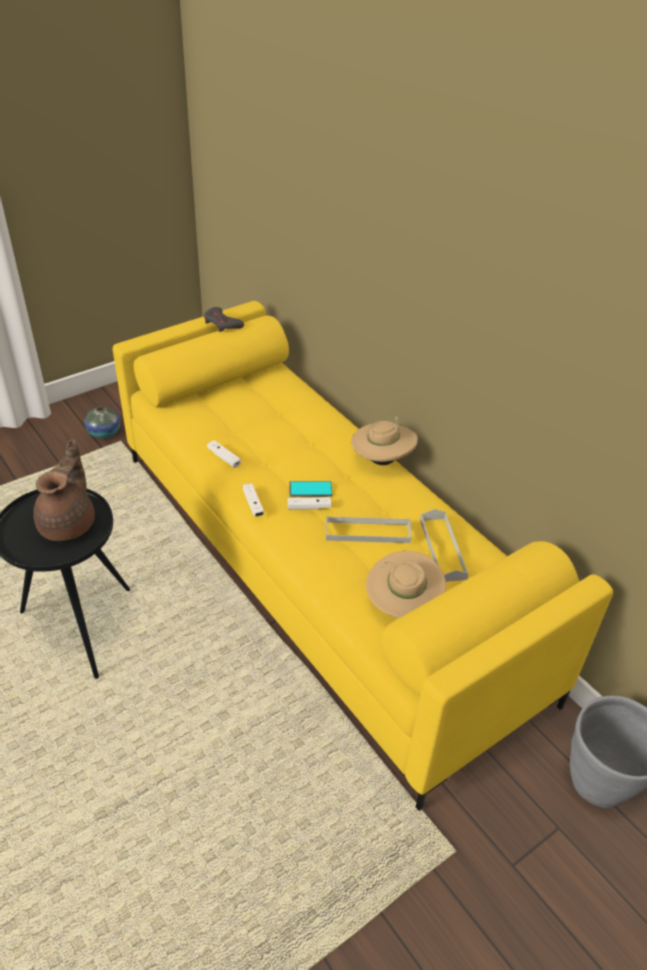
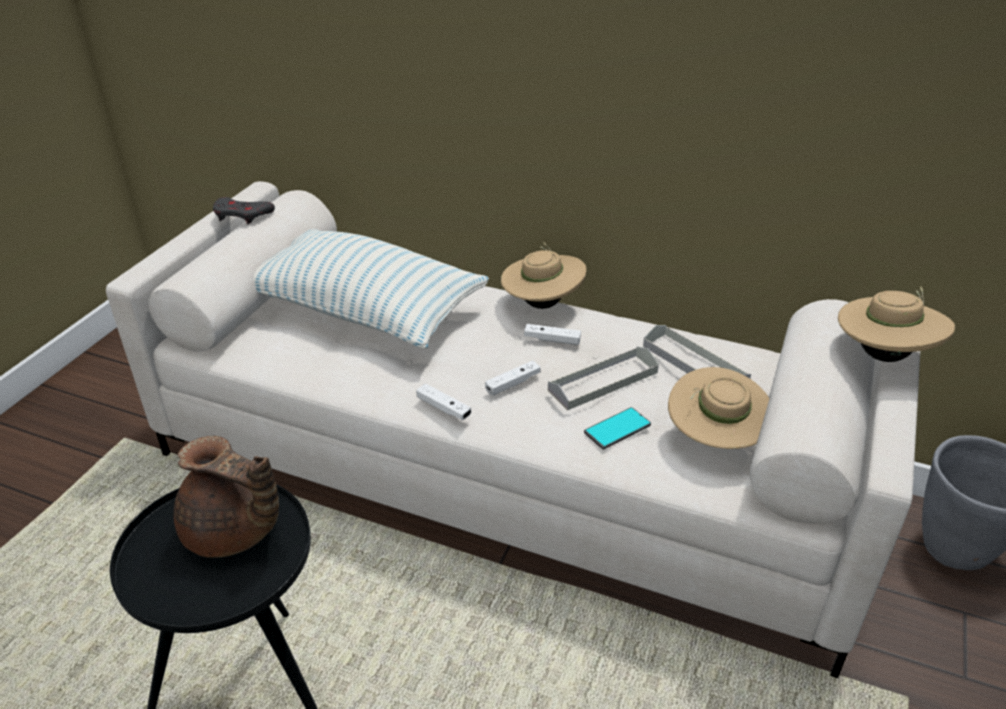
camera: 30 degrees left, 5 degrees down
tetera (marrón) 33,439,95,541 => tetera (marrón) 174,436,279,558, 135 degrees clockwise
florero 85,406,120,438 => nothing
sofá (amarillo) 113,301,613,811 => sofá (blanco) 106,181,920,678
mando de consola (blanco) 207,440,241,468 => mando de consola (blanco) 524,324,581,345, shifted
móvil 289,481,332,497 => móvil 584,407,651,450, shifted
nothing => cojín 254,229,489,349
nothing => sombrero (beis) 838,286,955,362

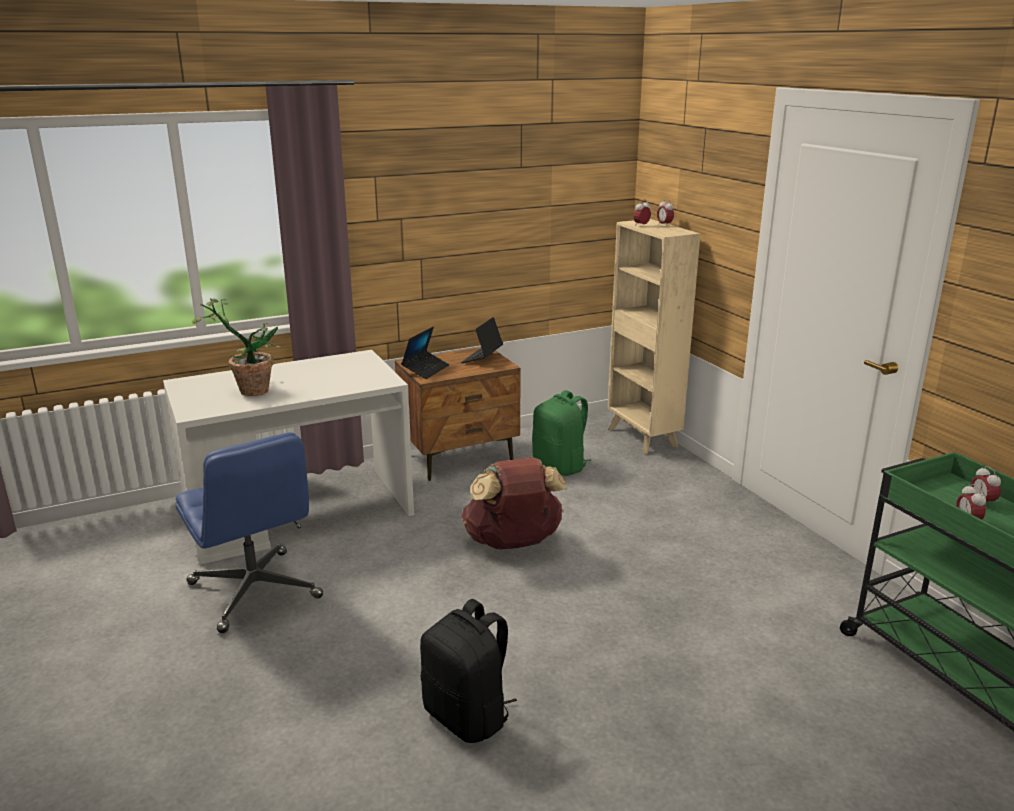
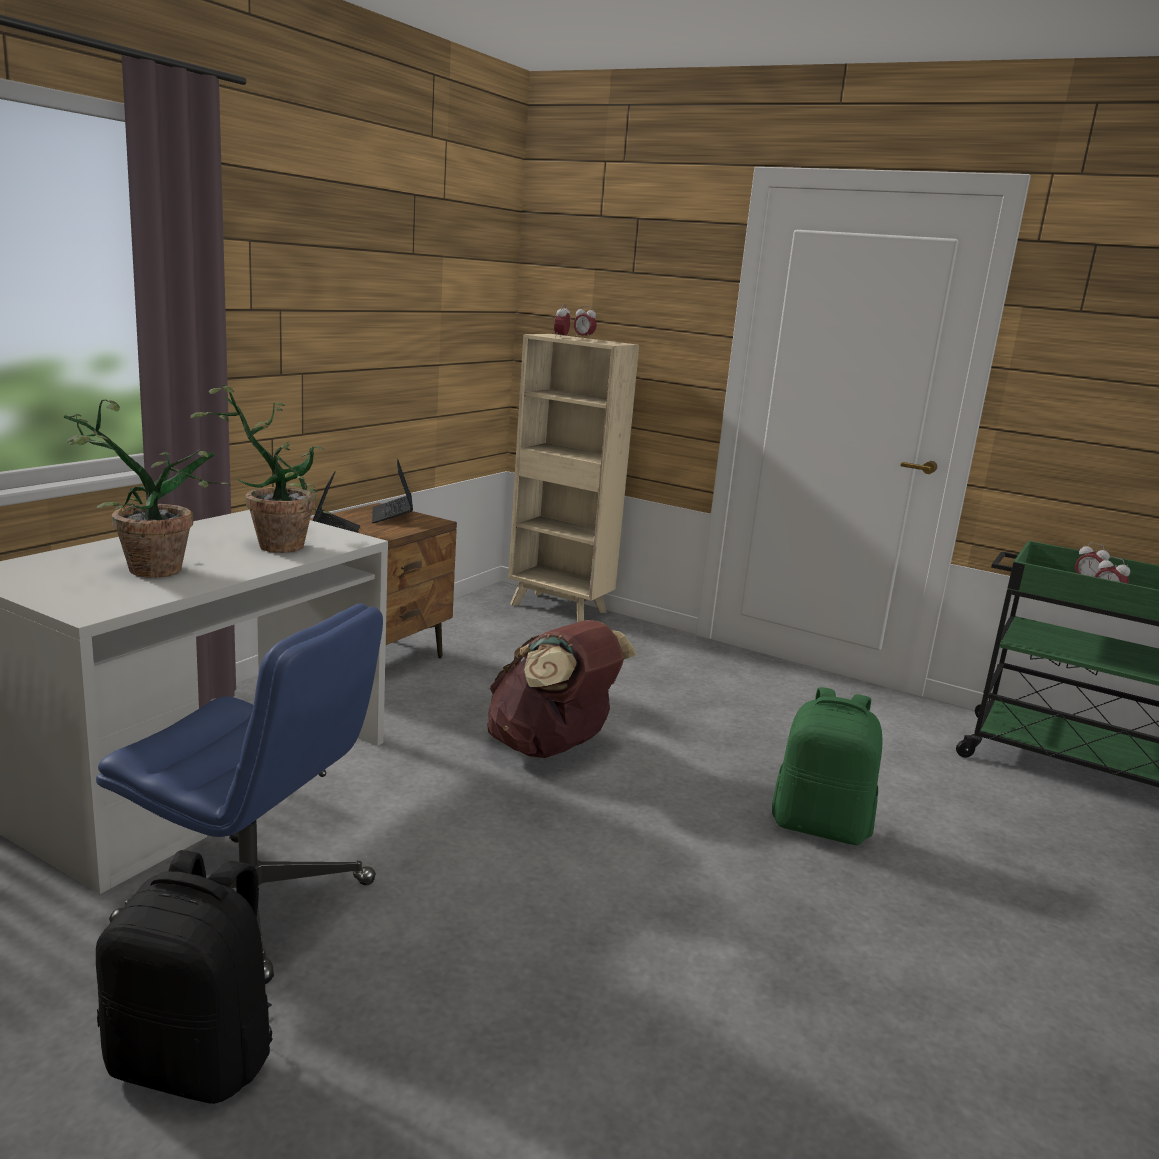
camera: 35 degrees left, 5 degrees down
mochila (negro) 420,599,517,743 => mochila (negro) 96,850,273,1104, shifted
mochila (verde) 532,390,591,476 => mochila (verde) 772,687,882,845, shifted
nothing => planta en maceta 190,385,332,553

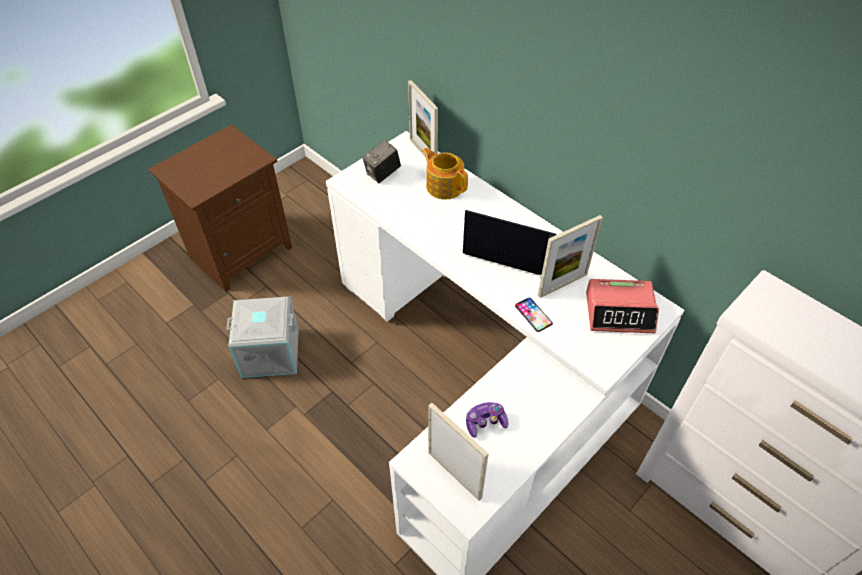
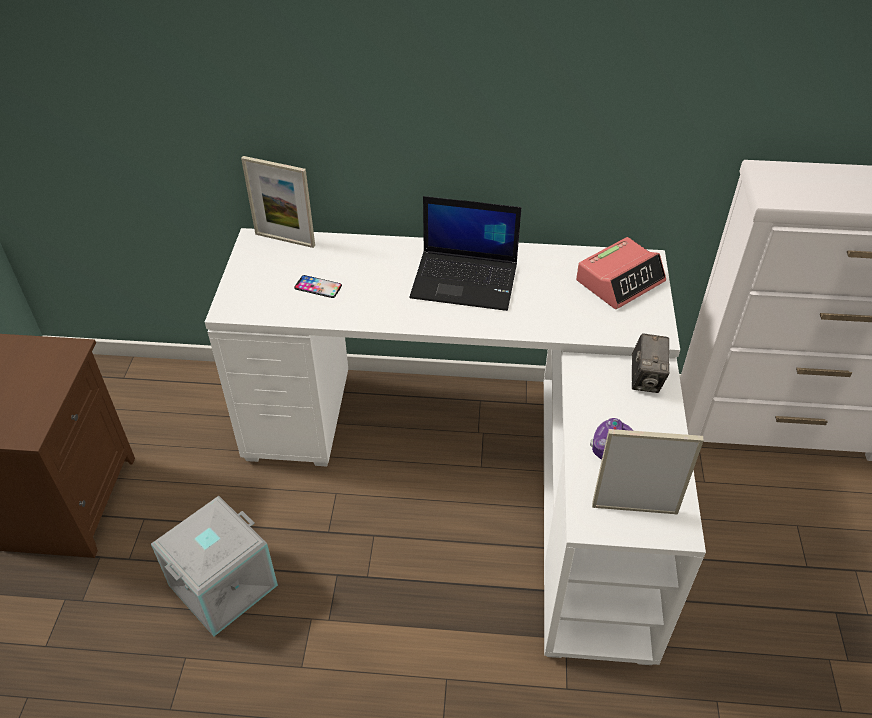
camera: 40 degrees left, 5 degrees down
cámara 363,140,401,183 => cámara 632,333,669,393, shifted
tetera 422,147,468,199 => nothing
portátil 463,210,556,275 => portátil 410,196,521,311, 150 degrees counterclockwise
móvil 515,298,553,332 => móvil 294,275,342,298, shifted
portarretratos 538,215,603,298 => nothing

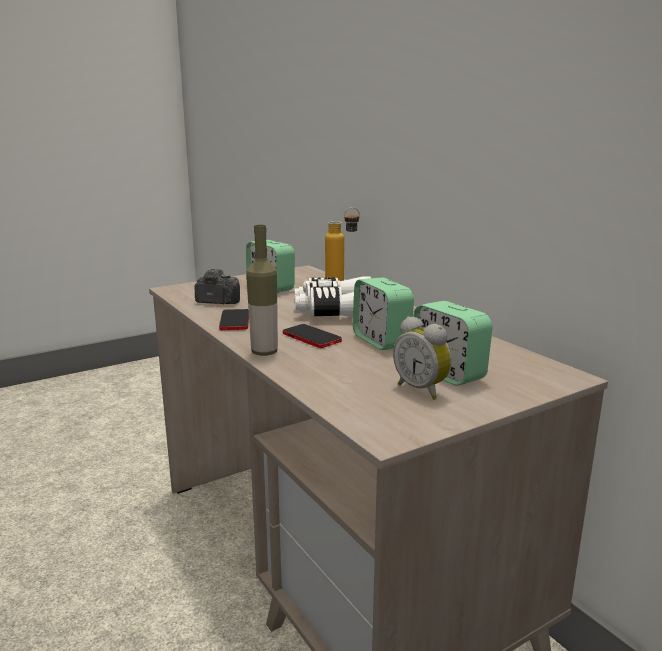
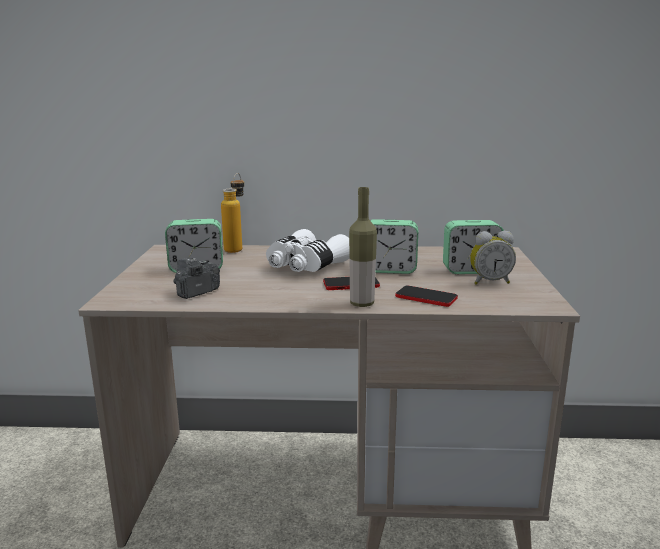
camera: 55 degrees left, 0 degrees up
móvil 219,309,249,330 => móvil 395,286,458,307, shifted

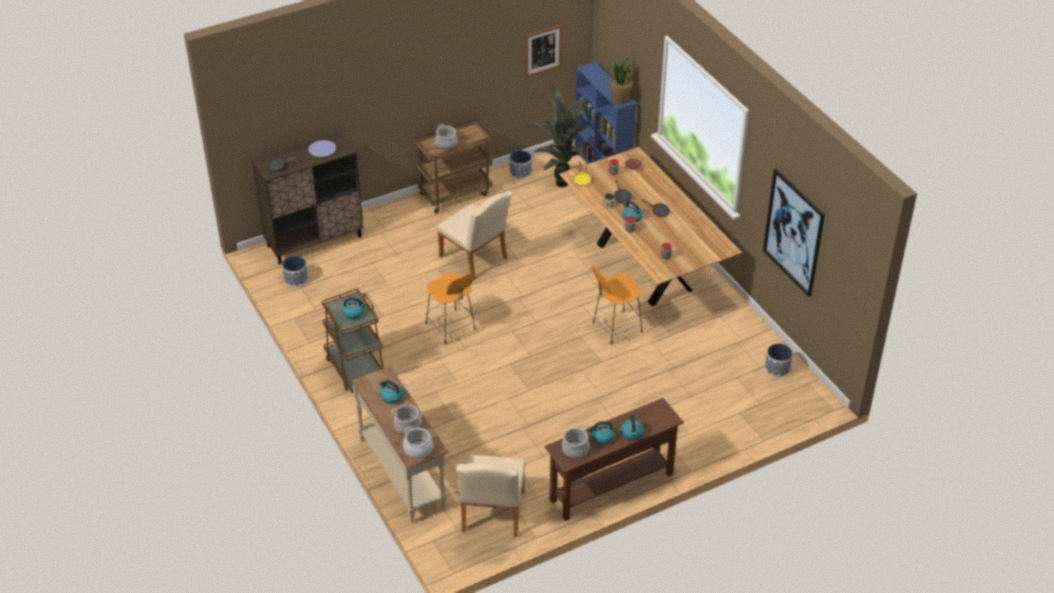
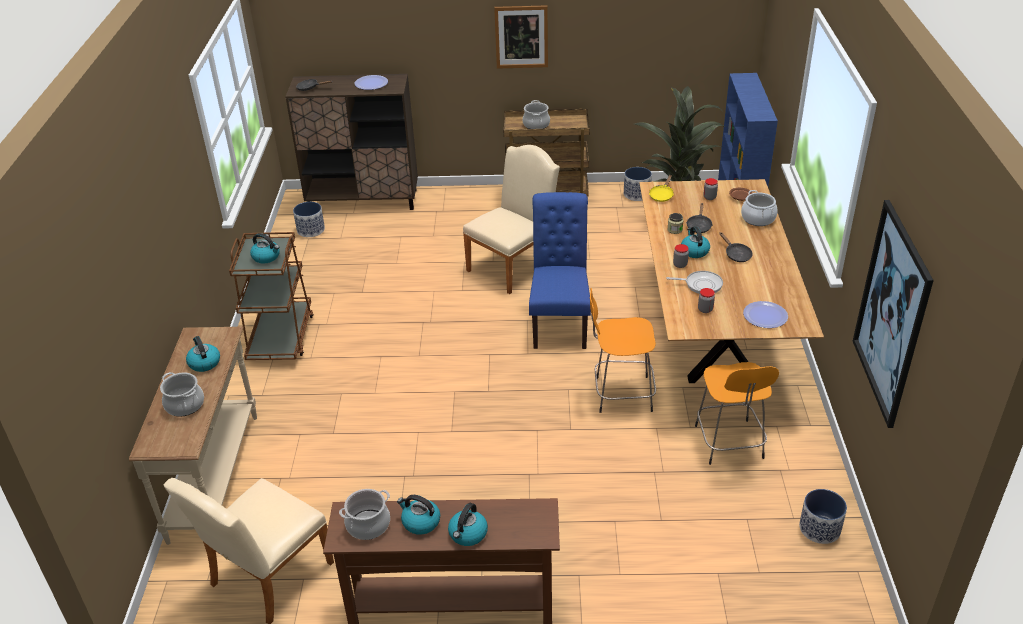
camera: 30 degrees right, 5 degrees down
olla 403,427,433,459 => olla 741,190,778,226, shifted
taburete (naranja) 426,273,476,345 => taburete (naranja) 695,362,779,465, shifted
silla (beis) 437,191,512,280 => silla (beis) 463,145,560,294, 120 degrees counterclockwise
cuadro 525,25,562,78 => cuadro 494,5,548,69, shifted
planta en maceta 609,56,635,104 => nothing
nothing => silla (azul) 529,192,591,349
nothing => sartén 666,271,723,294
nothing => plato 743,301,788,328

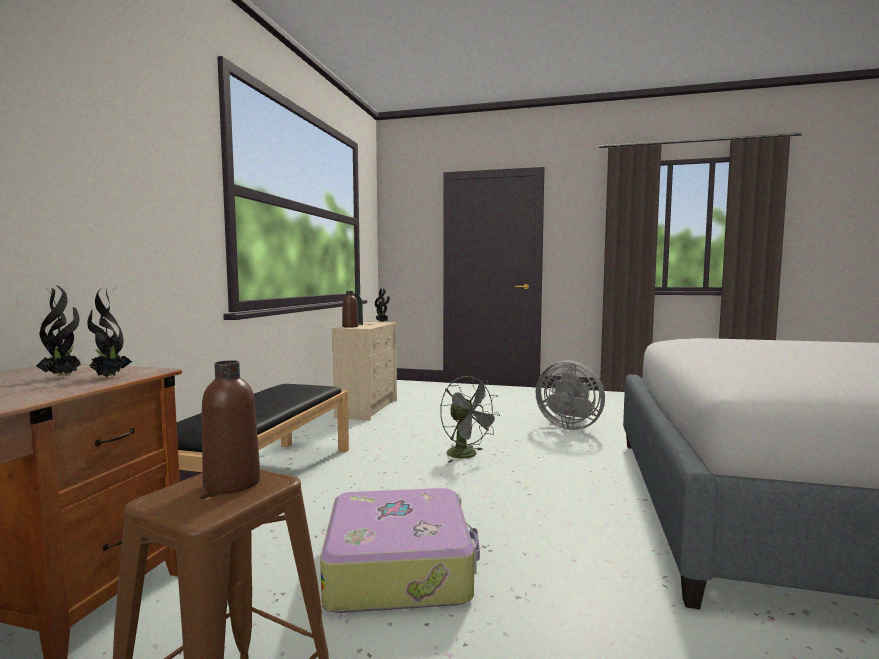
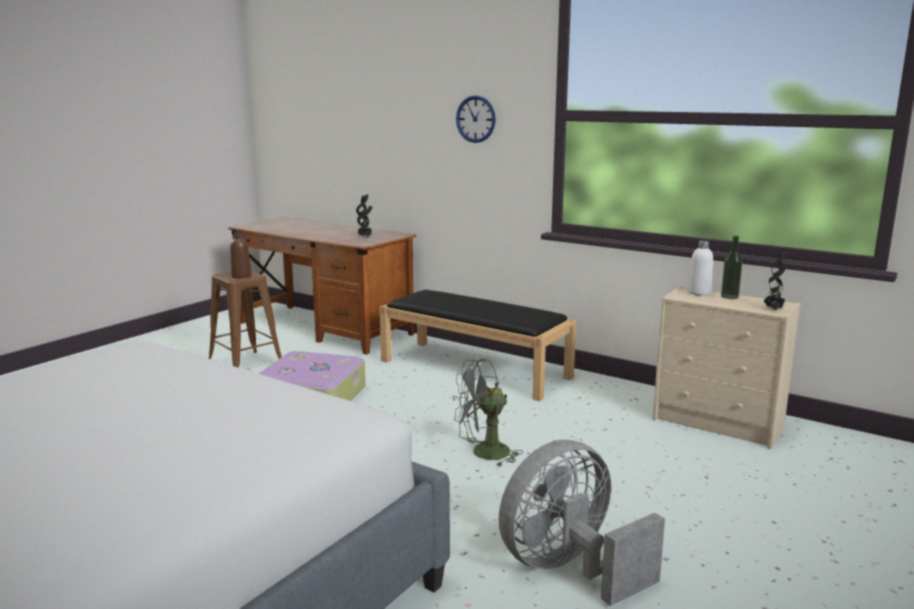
camera: 110 degrees right, 10 degrees up
planta en maceta 87,289,132,378 => nothing
botella (marrón) 342,291,358,328 => botella (blanco) 688,240,713,296
nothing => reloj de pared 456,95,496,143

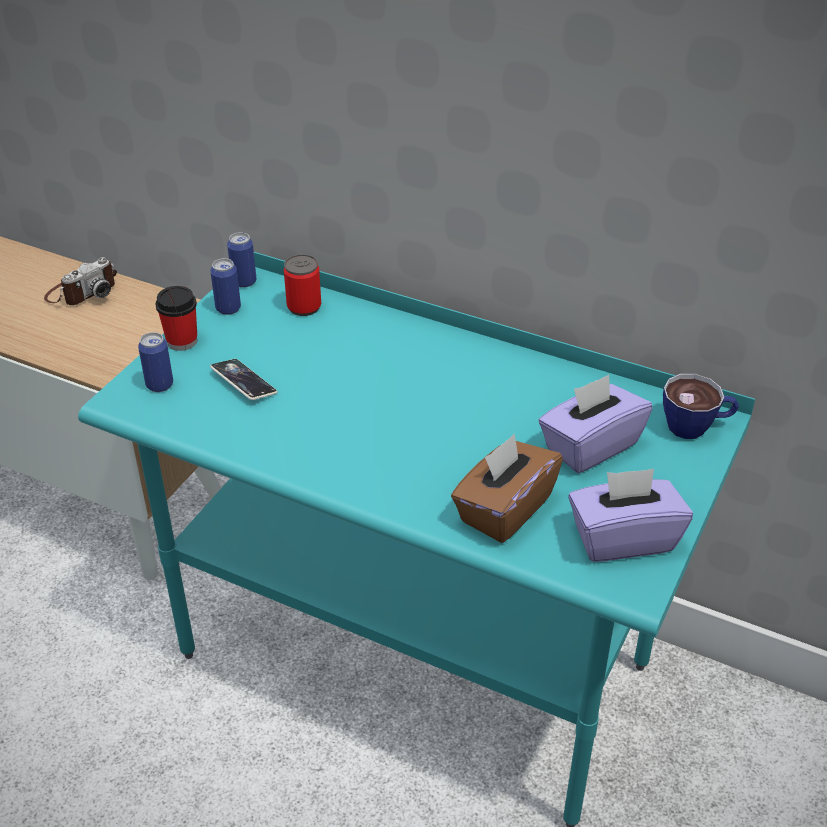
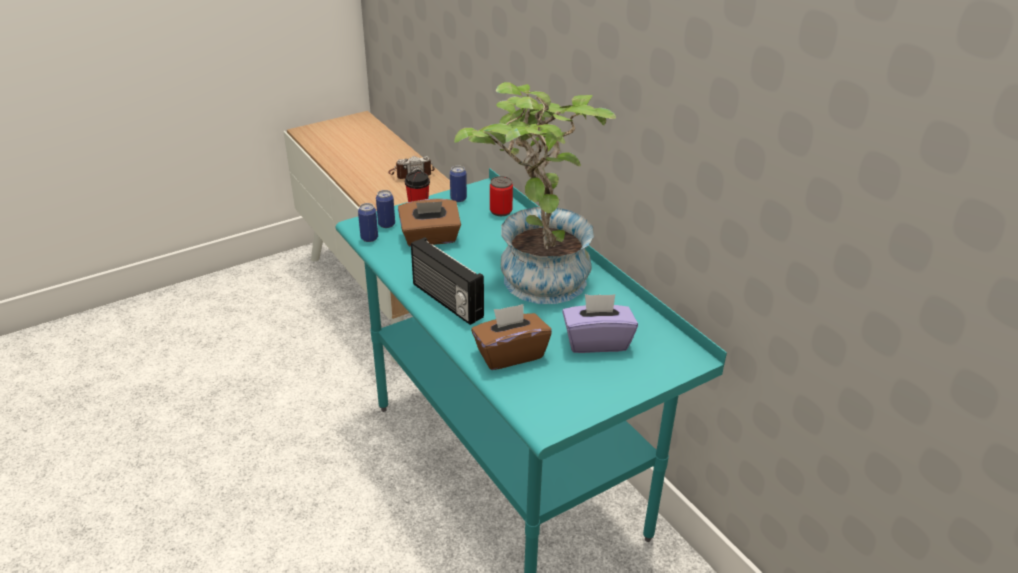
camera: 30 degrees right, 5 degrees down
móvil 210,359,277,400 => caja de pañuelos (marrón) 398,199,461,247
lata 227,232,256,288 => lata 358,203,378,242, shifted
caja de pañuelos (morado) 568,469,693,562 => nothing
taza 663,374,739,439 => nothing
nothing => radio 411,237,484,325
nothing => planta en maceta 454,82,616,304

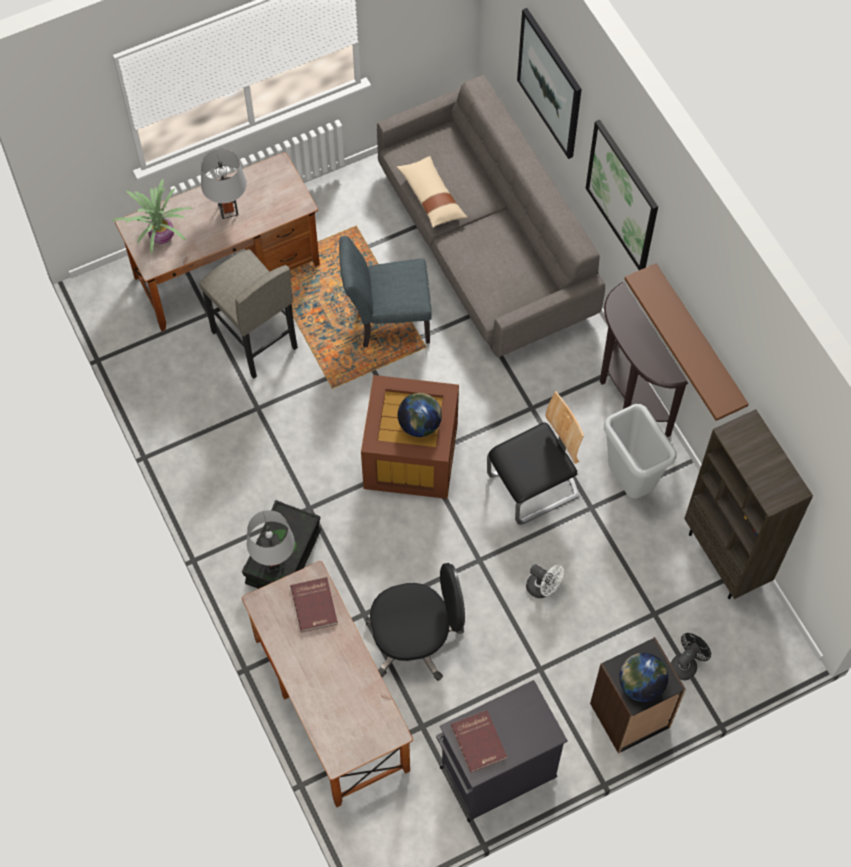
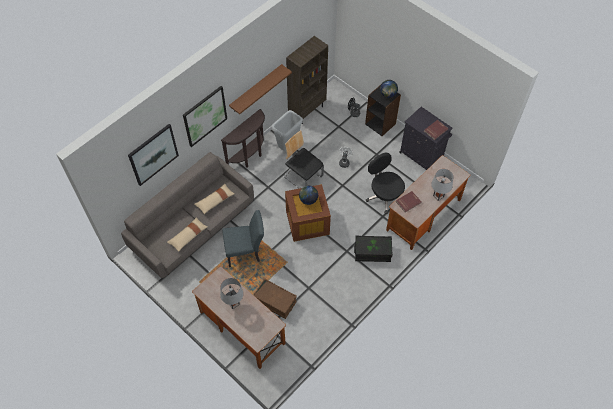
camera: 110 degrees left, 5 degrees down
planta en maceta 112,179,194,254 => nothing
taburete (gris) 199,249,298,379 => caja de almacenaje (marrón) 253,278,297,319
lámpara de mesa (gris) 247,510,295,572 => lámpara de mesa (gris) 431,169,453,201, shifted
silla (gris) 339,236,432,348 => silla (gris) 222,210,264,267, 75 degrees counterclockwise
nothing => cojín (beis) 194,184,235,214

